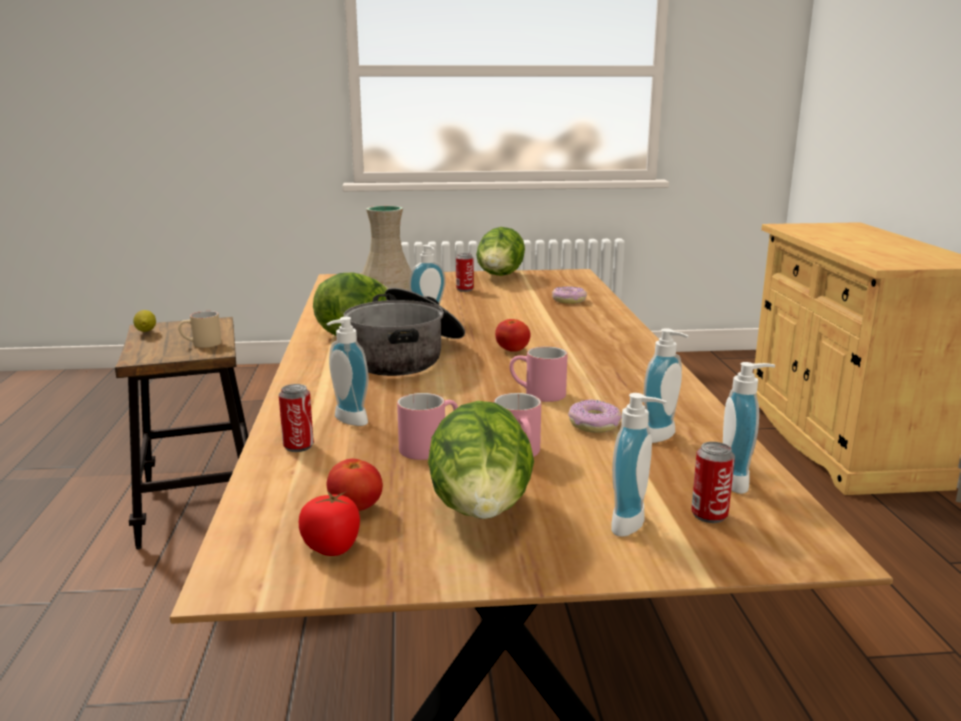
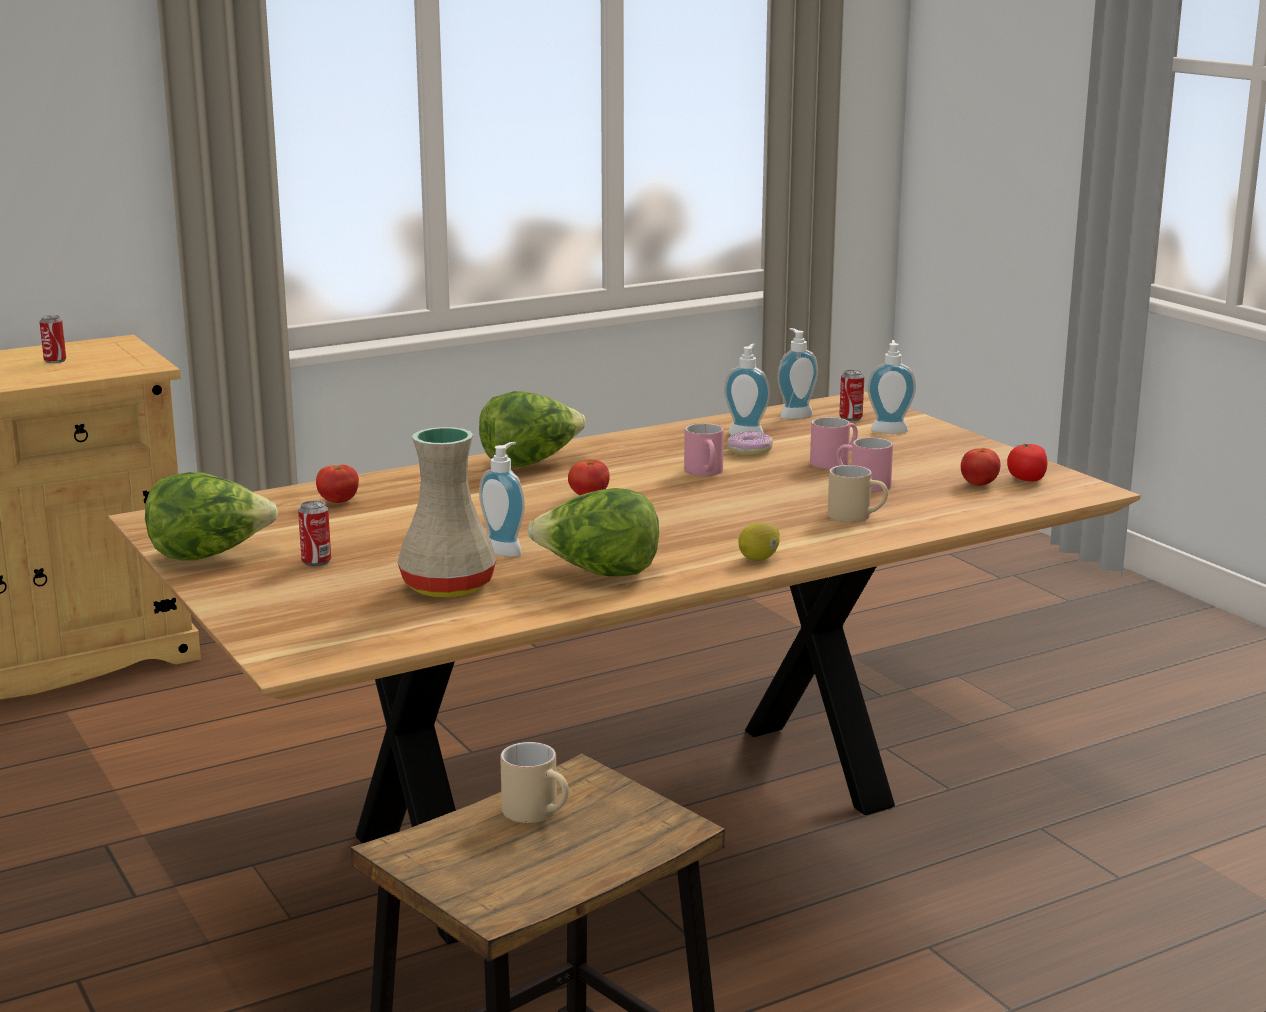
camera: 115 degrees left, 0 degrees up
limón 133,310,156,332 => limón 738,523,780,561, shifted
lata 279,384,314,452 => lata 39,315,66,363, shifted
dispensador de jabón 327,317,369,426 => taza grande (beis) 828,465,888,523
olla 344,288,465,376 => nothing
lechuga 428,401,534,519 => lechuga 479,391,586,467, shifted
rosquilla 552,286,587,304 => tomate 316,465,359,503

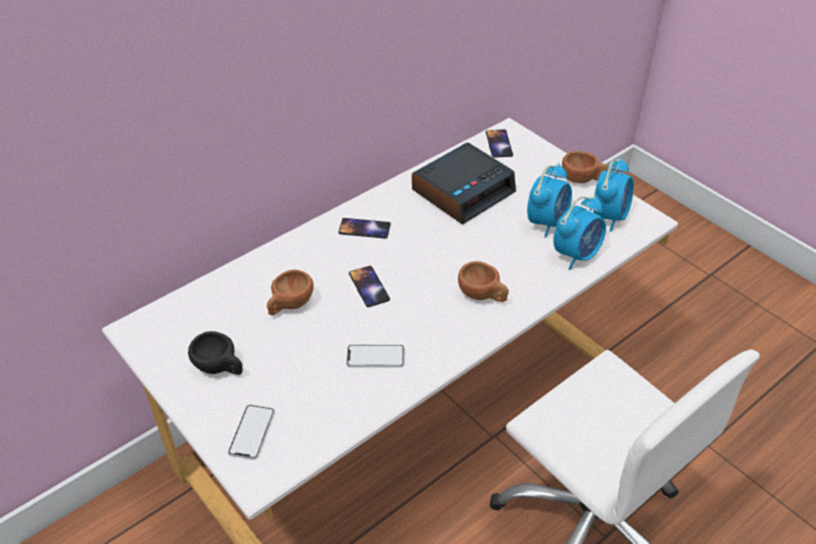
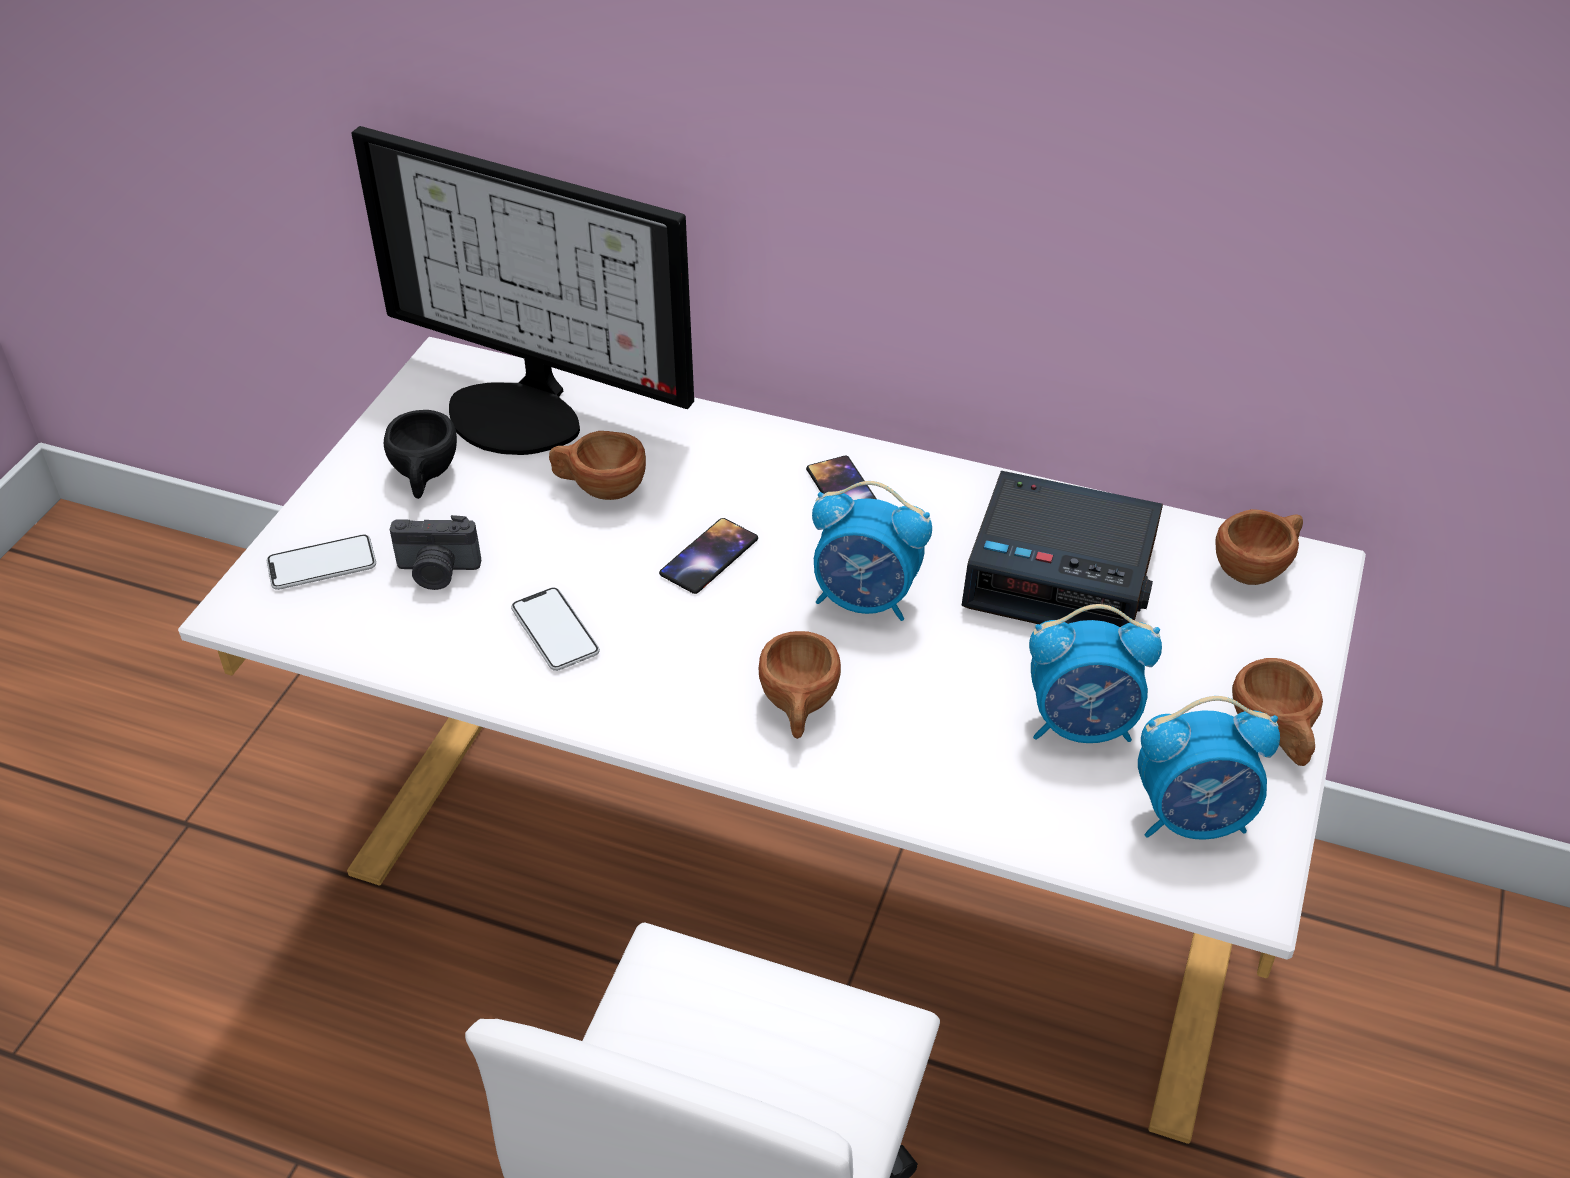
camera: 60 degrees right, 0 degrees up
móvil 486,129,513,158 => taza (marrón) 1216,509,1303,585
despertador 553,196,606,270 => despertador 812,481,932,621, shifted
nothing => monitor 352,126,694,455
nothing => cámara 390,515,481,590

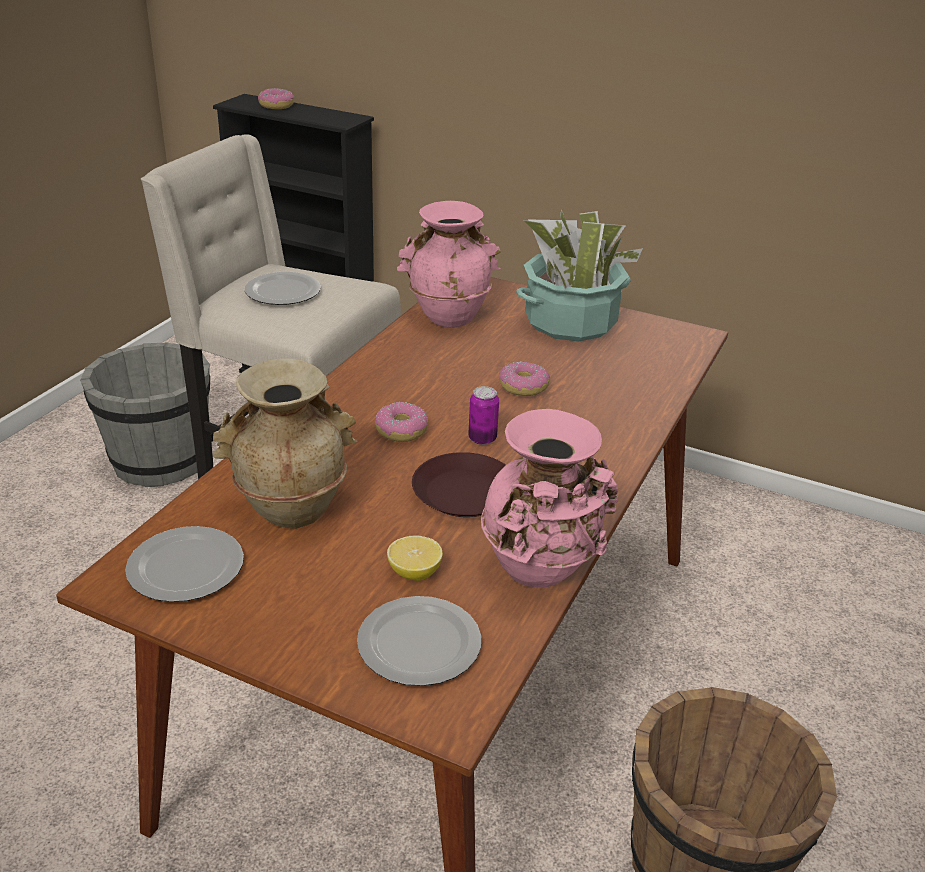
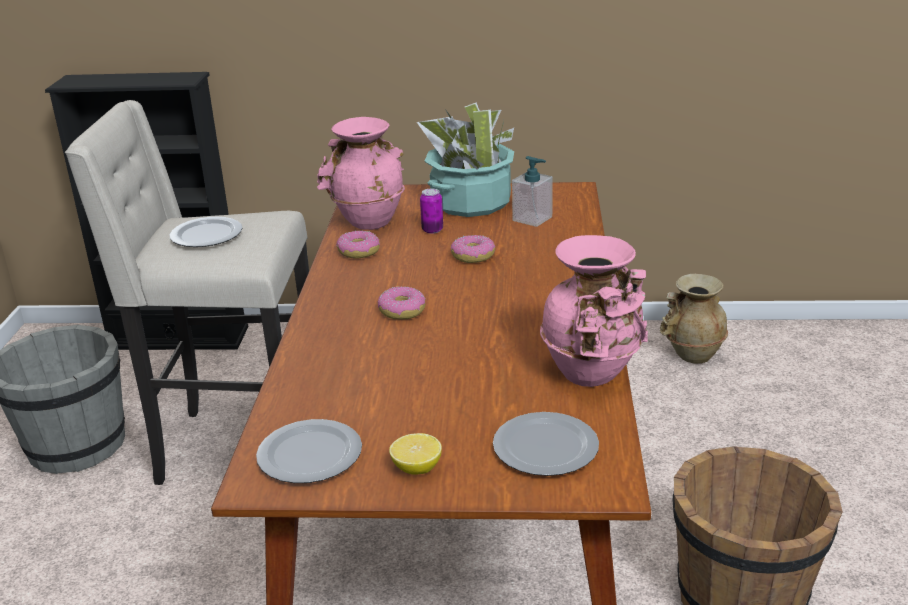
camera: 20 degrees left, 5 degrees down
florero (beis) 213,359,358,529 => florero (beis) 660,274,728,363, shifted
rosquilla 258,88,294,109 => rosquilla 336,230,380,258, shifted
limón 387,535,443,581 => limón 389,433,442,475, shifted
plato (marrón) 412,452,506,517 => nothing
lata 468,386,499,445 => lata 420,188,443,234, shifted
nothing => dispensador de jabón 512,156,553,227

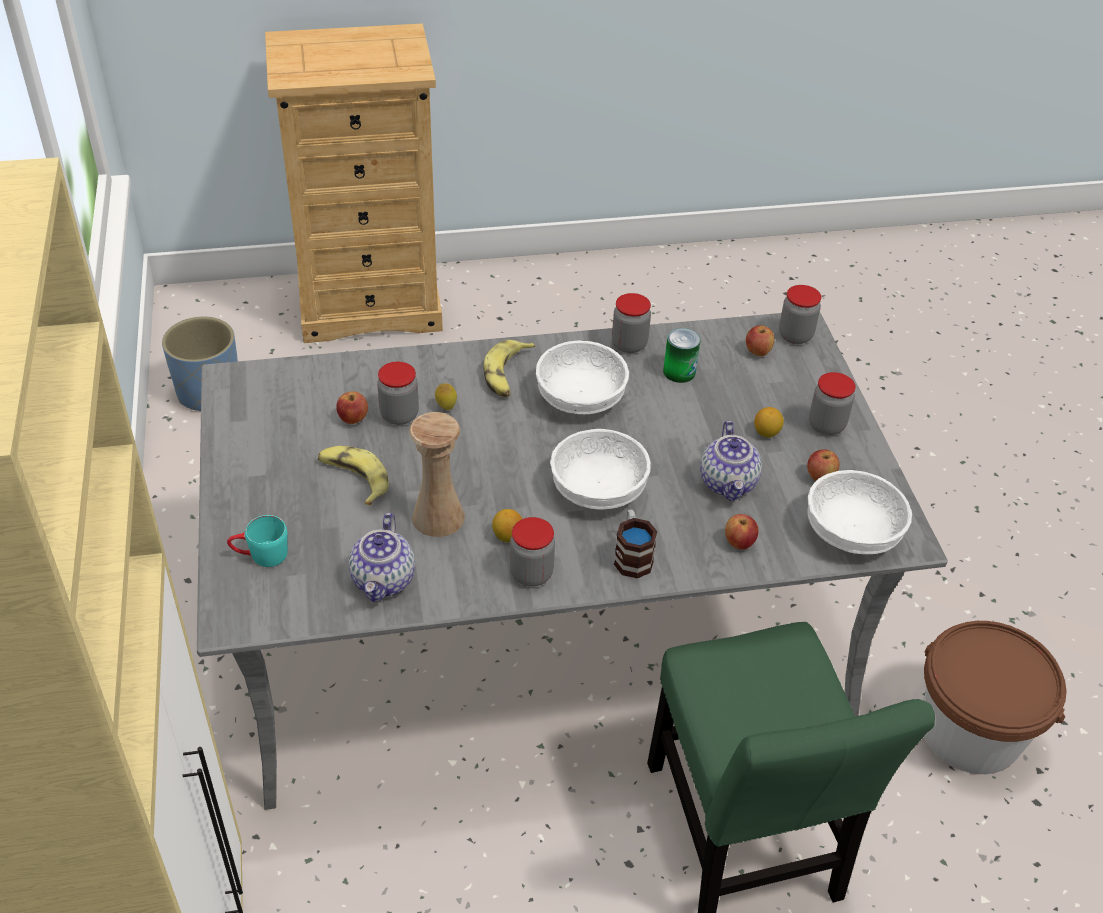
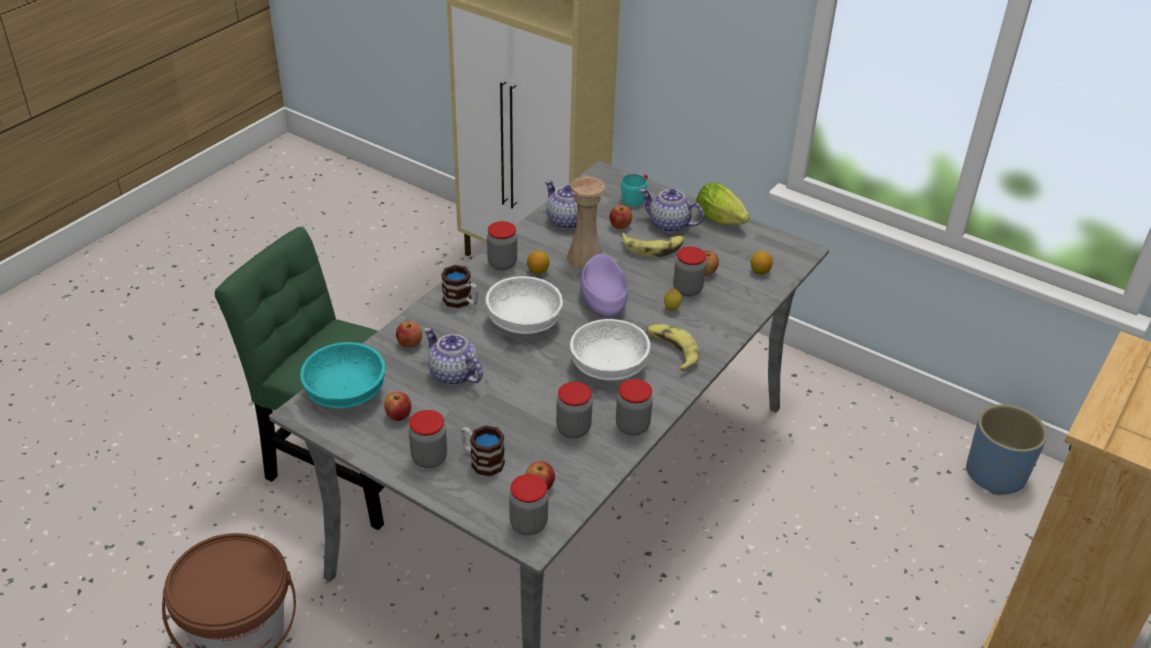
camera: 135 degrees right, 5 degrees down
lata 663,328,700,383 => tarro 556,382,593,438
limón 754,407,784,438 => limón 751,251,773,275, shifted
cuenco (blanco) 808,470,912,554 => cuenco (turquesa) 300,342,385,408
nothing => taza grande 461,425,505,476
nothing => cuenco (morado) 580,254,628,318
nothing => manzana 610,205,632,229
nothing => tetera 640,189,704,233
nothing => lechuga 696,182,750,225

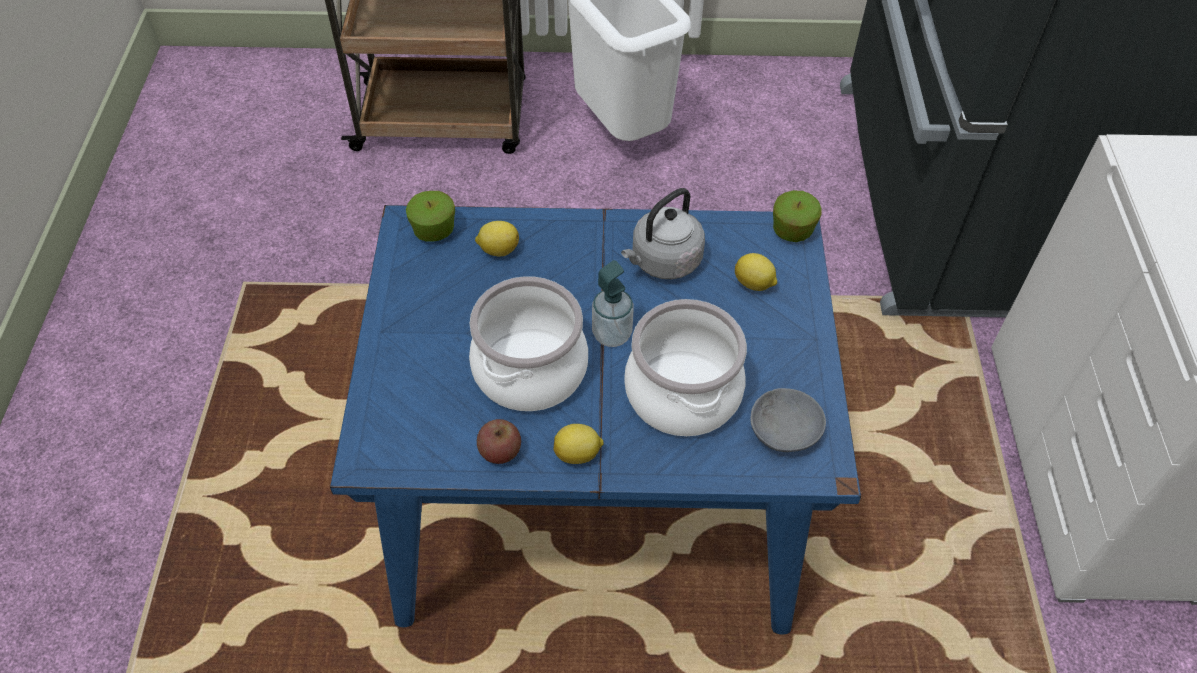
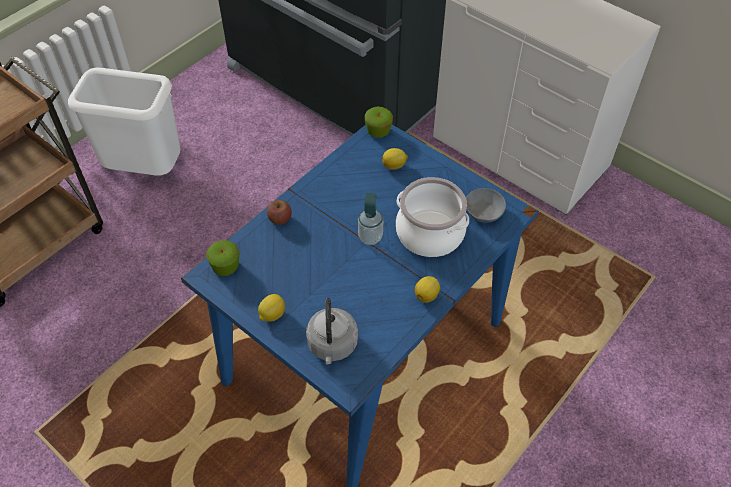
camera: 50 degrees left, 0 degrees up
olla 469,276,588,411 => nothing
limón 475,221,519,257 => limón 258,294,285,322, shifted
manzana 477,419,521,464 => manzana 267,200,292,225, shifted
hervidor (gris) 621,188,705,279 => hervidor (gris) 306,298,358,364, shifted

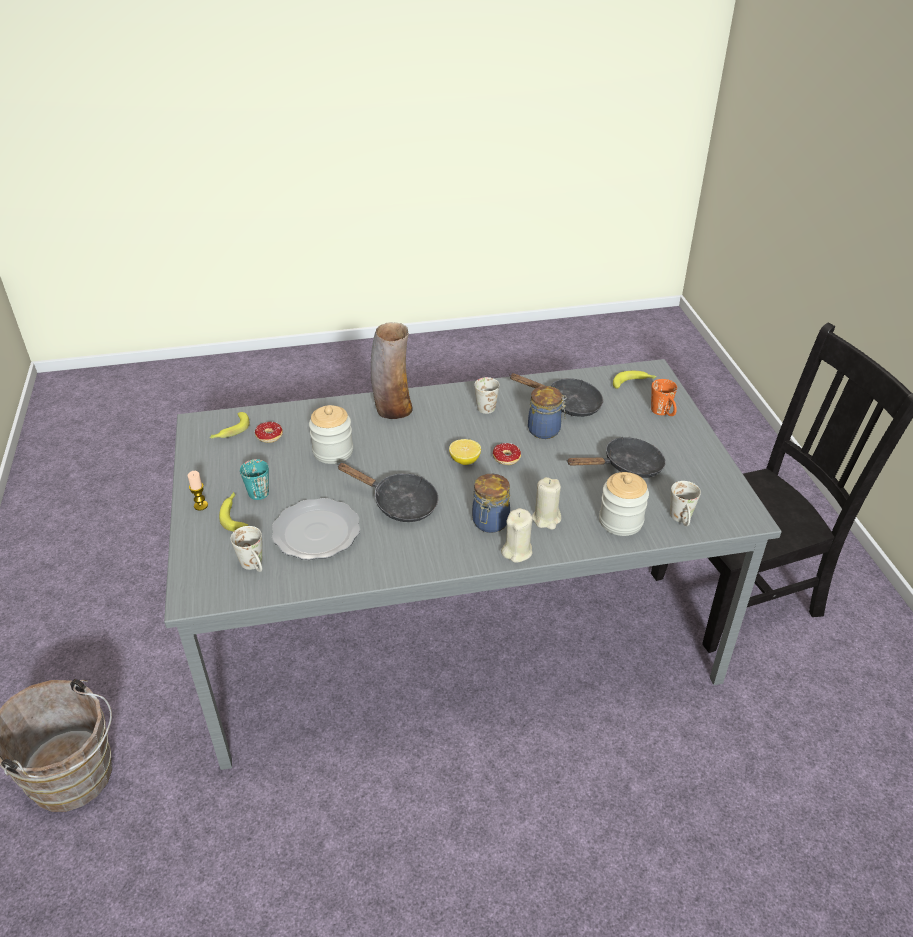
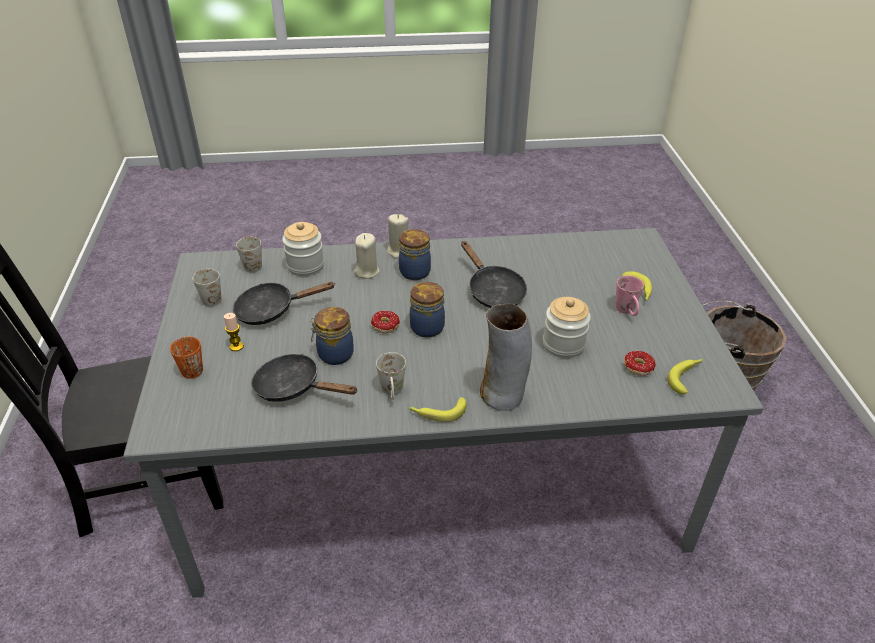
camera: 175 degrees left, 0 degrees up
vela 188,471,208,511 => vela 224,313,244,351, shifted
taza grande (blanco) 231,526,262,572 => taza grande (blanco) 193,269,221,307, shifted
taza grande (turquesa) 240,459,269,500 => taza grande (rosa) 616,276,644,316
plato 272,498,360,560 => nothing
sartén (negro) 337,463,438,522 => sartén (negro) 461,241,527,308, 150 degrees counterclockwise
limón 449,439,481,465 => tarro 410,282,445,338
plátano 613,371,657,389 => plátano 408,397,467,422, shifted

